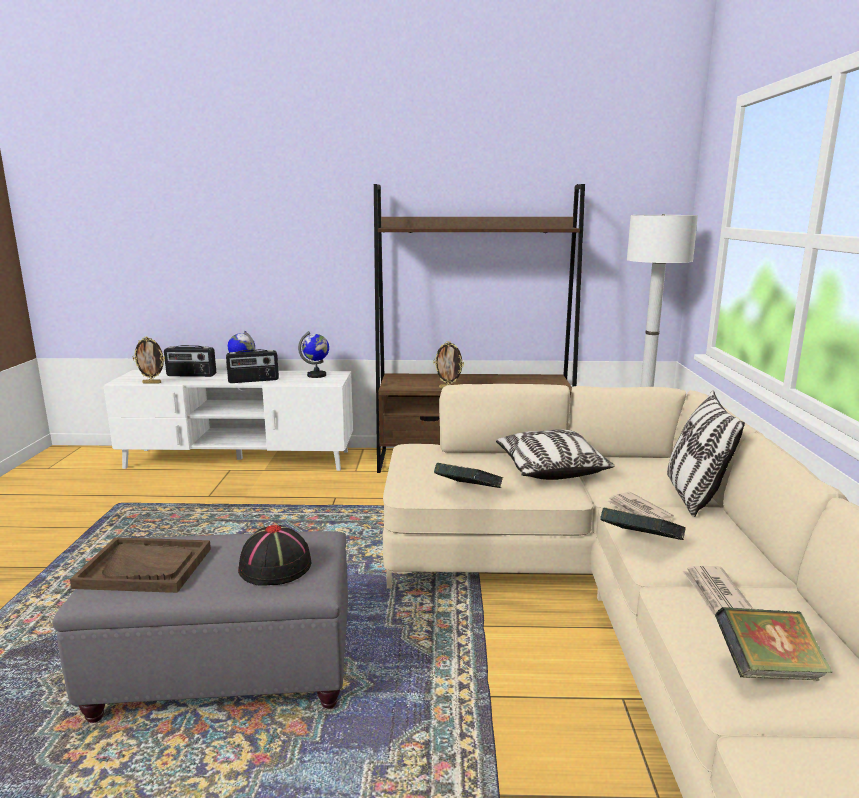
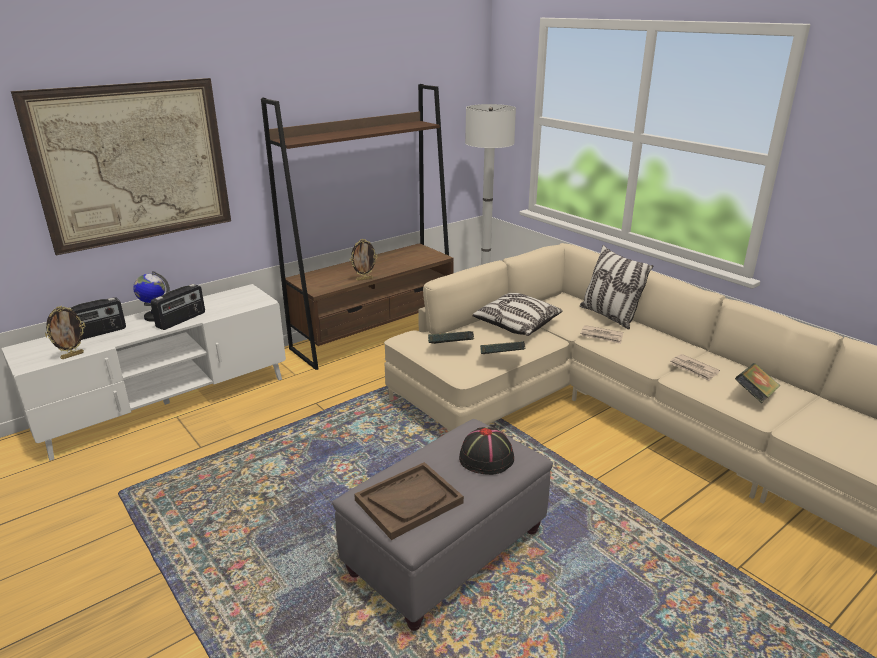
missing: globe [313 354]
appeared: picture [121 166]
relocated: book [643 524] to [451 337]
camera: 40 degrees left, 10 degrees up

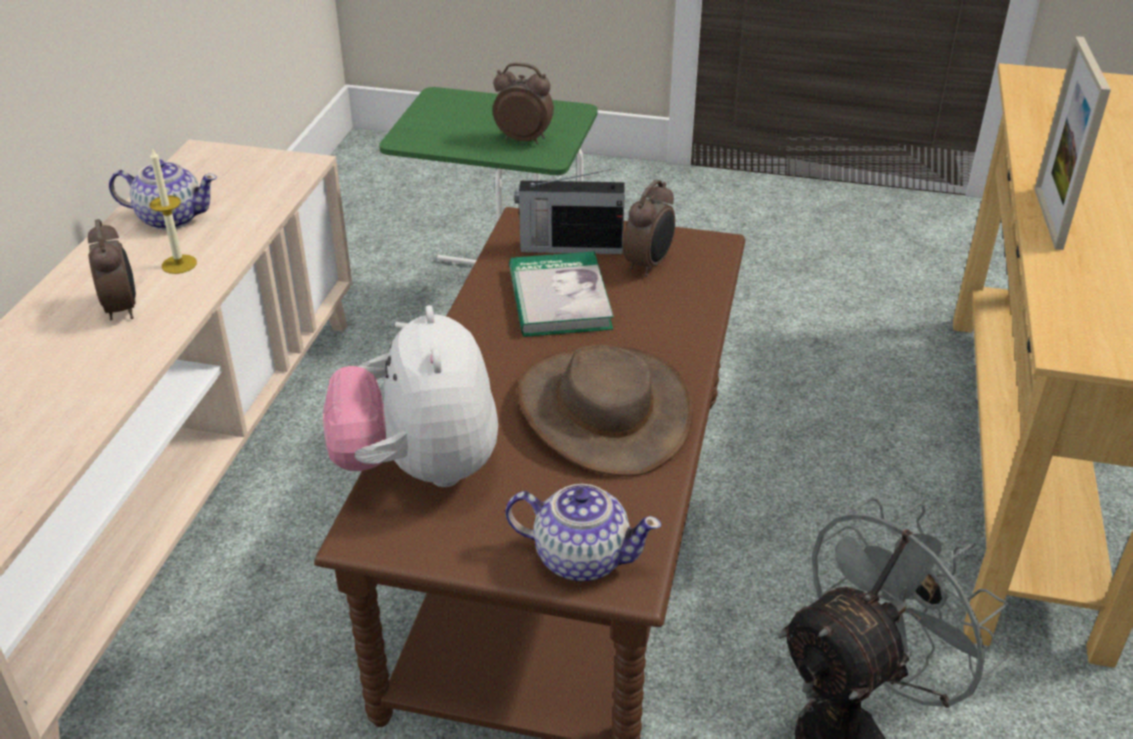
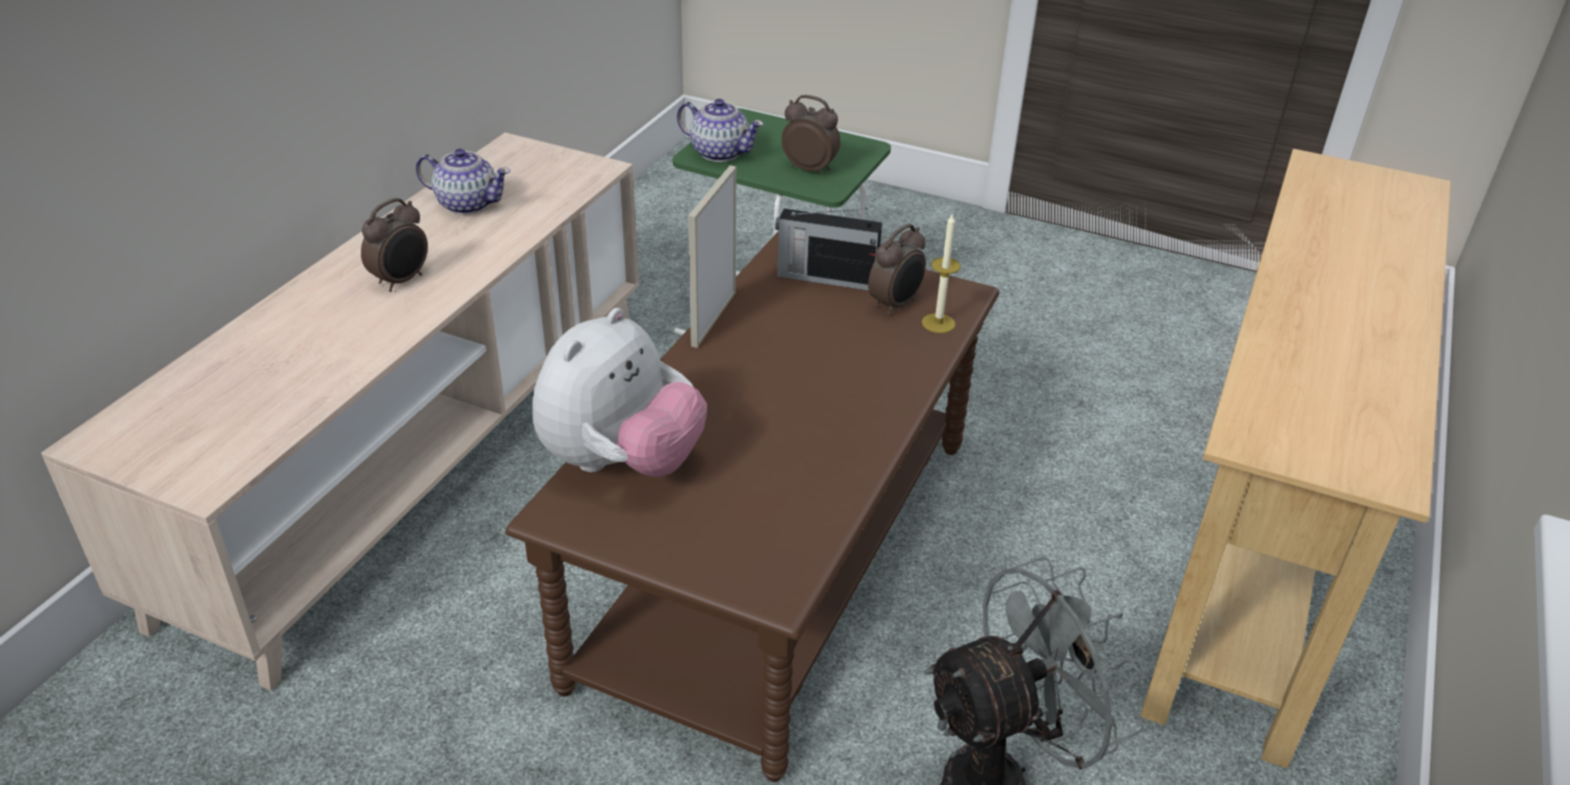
missing: book [561 294]; brown_hat [605 411]
relocated: candle [173 211] to [941 273]; teapot [583 532] to [720 130]; picture_frame [1073 143] to [712 256]
spun: alarm_clock [112 269] = [394 245] 45 degrees clockwise; plush_toy [410 396] = [619 392] 150 degrees counterclockwise
camera: 10 degrees right, 0 degrees up

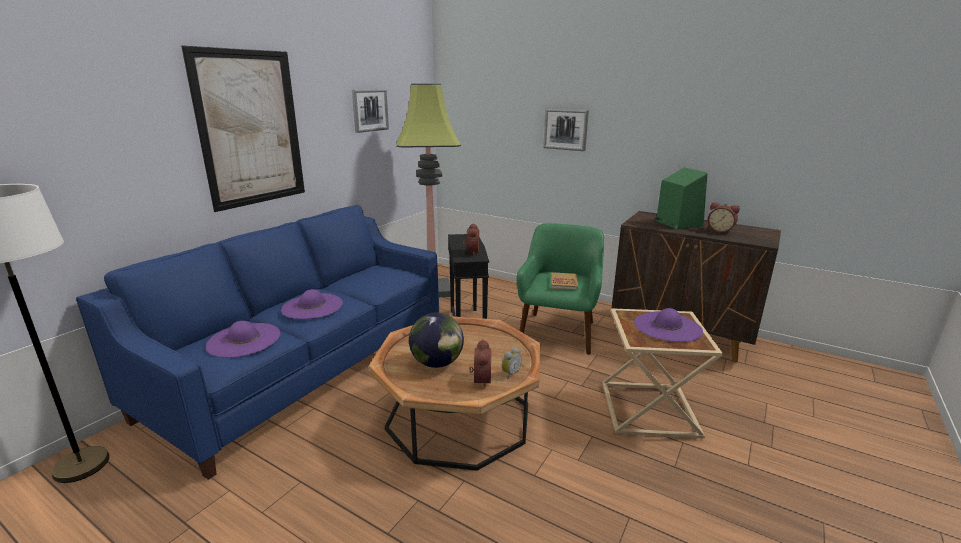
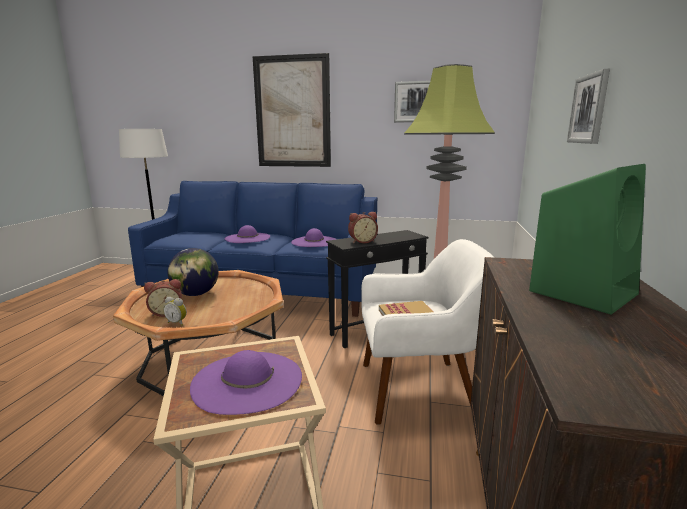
missing: alarm_clock [724 217]
relocated: purple_hat [243 339] to [313 237]
colour: green_armchair [560 289] to white_armchair [428 332]
camera: 70 degrees right, 5 degrees down

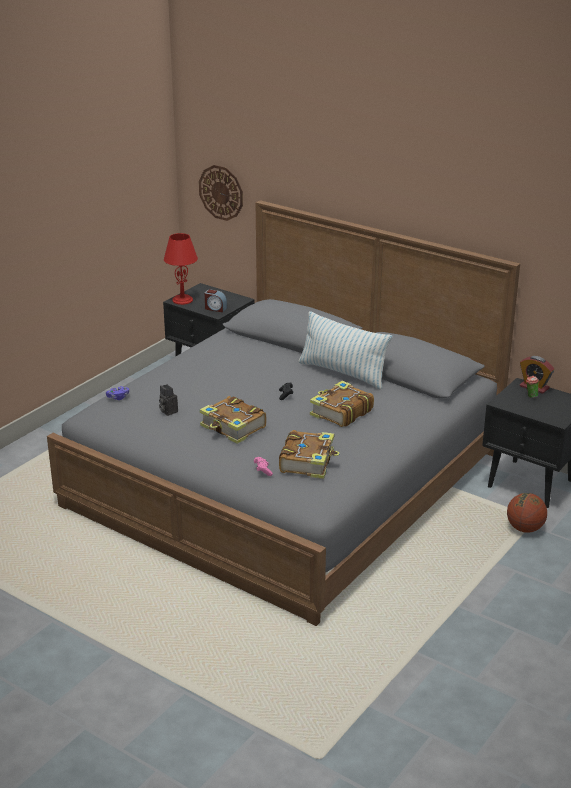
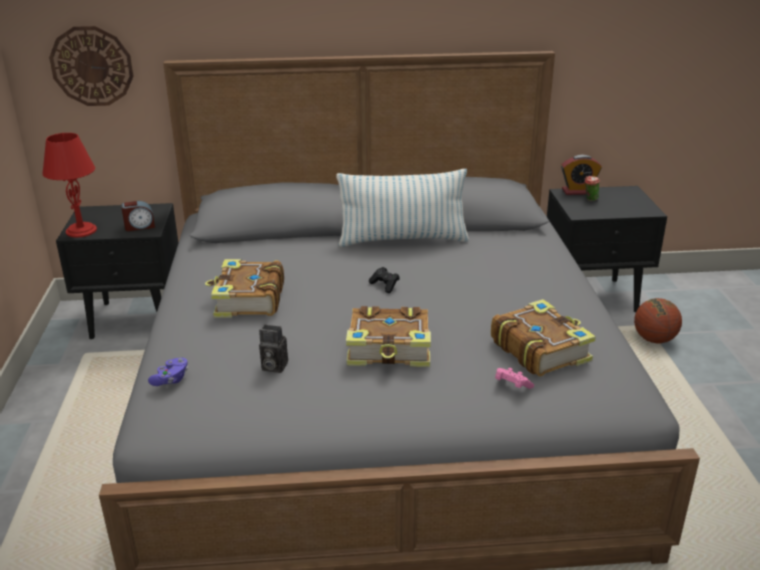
relocated: book [342 404] to [244 288]
camera: 40 degrees left, 0 degrees up

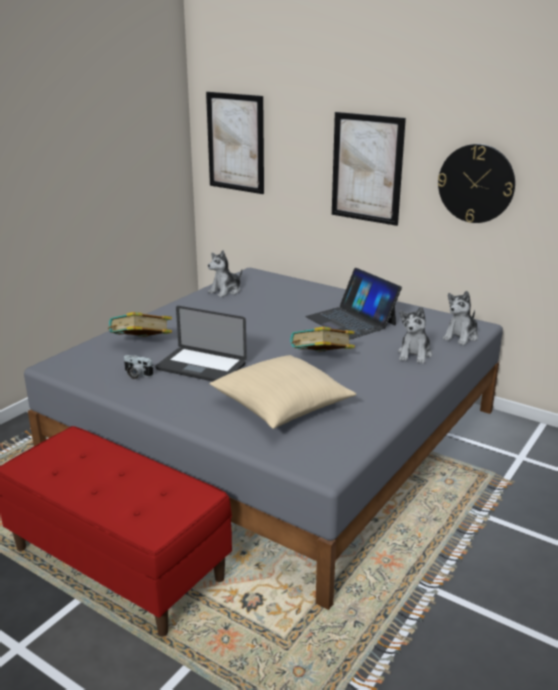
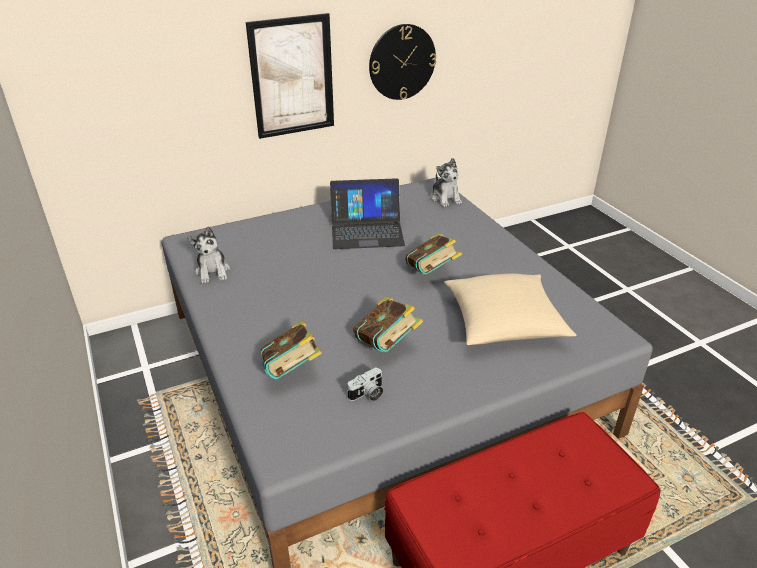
missing: picture [235 143]; plush_toy [415 335]
exchanged: laptop [201 343] to book [388 324]
camera: 60 degrees left, 10 degrees up

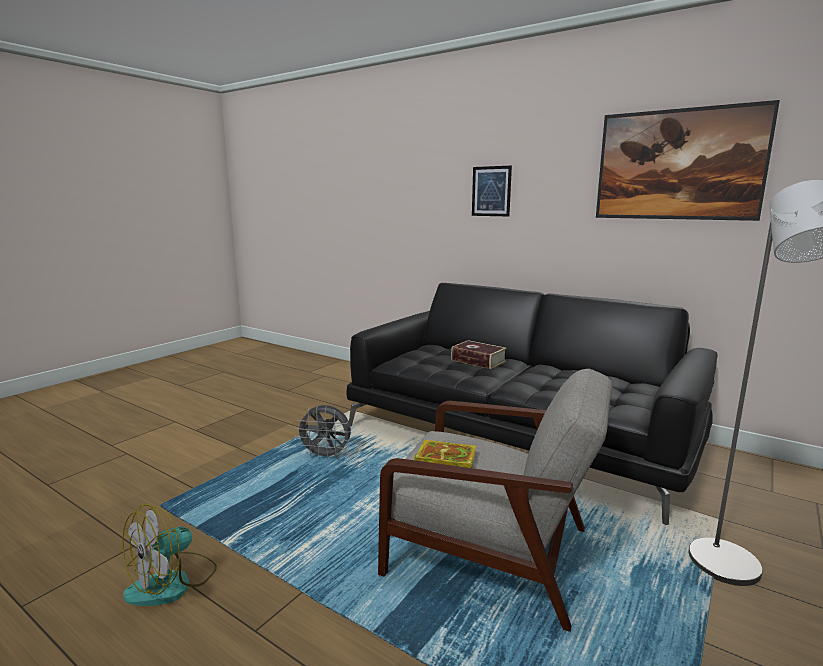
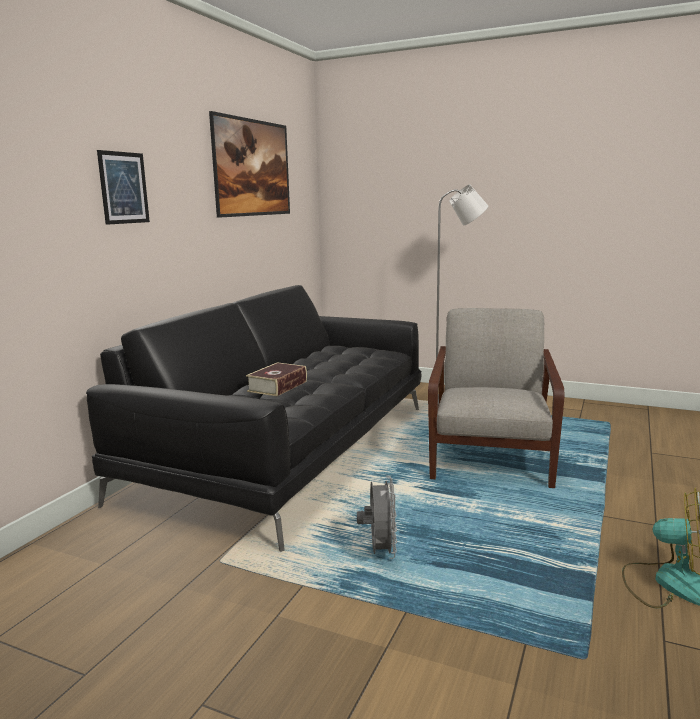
missing: book [445 454]
camera: 100 degrees left, 0 degrees up

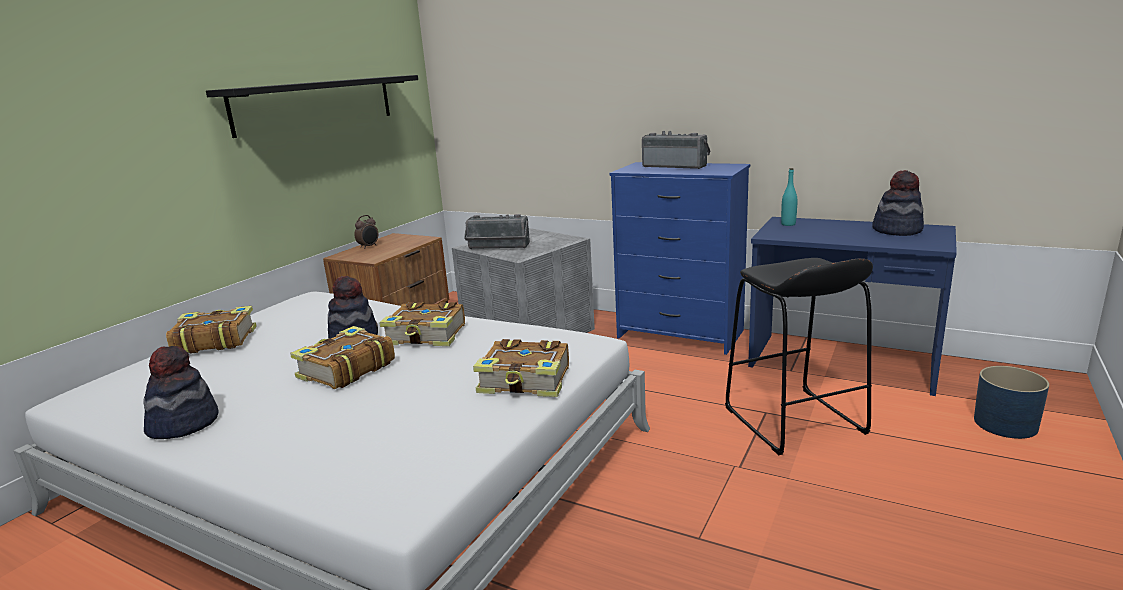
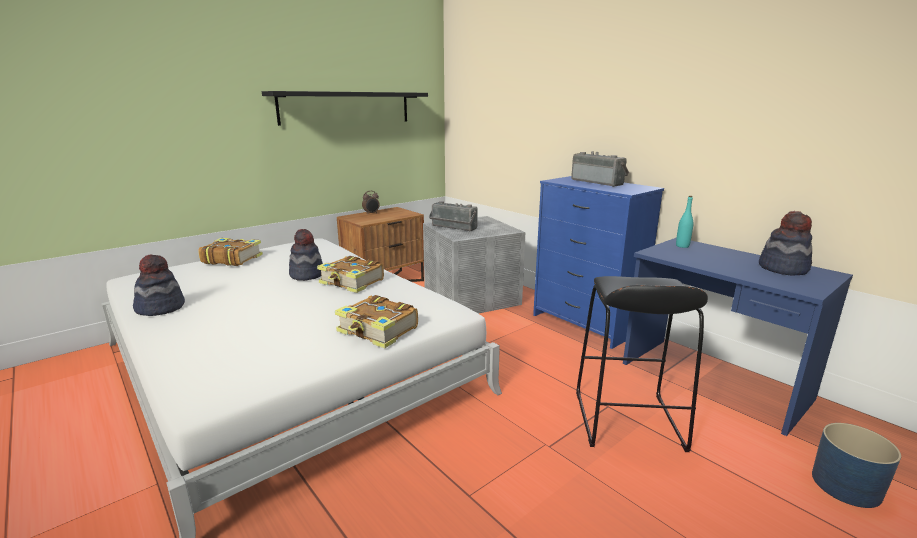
missing: book [342 357]
camera: 20 degrees right, 0 degrees up

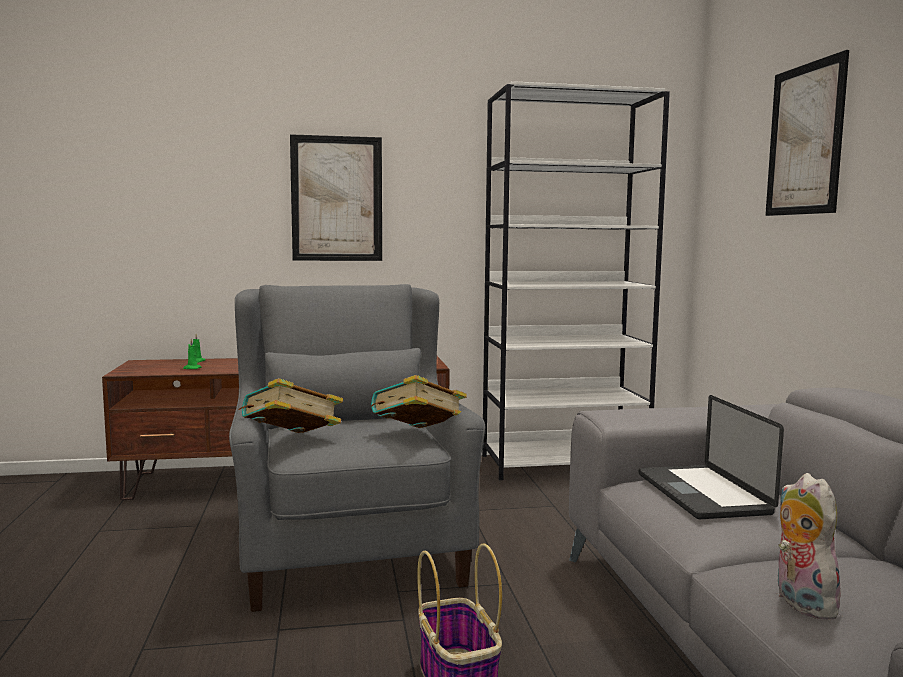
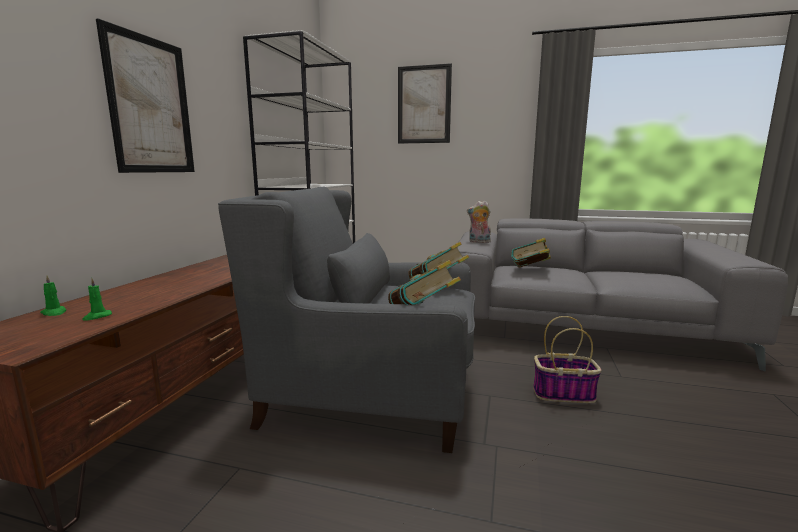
relocated: plush_toy [811 546] to [479 222]
exchanged: laptop [711 457] to book [531 252]
camera: 65 degrees left, 5 degrees up

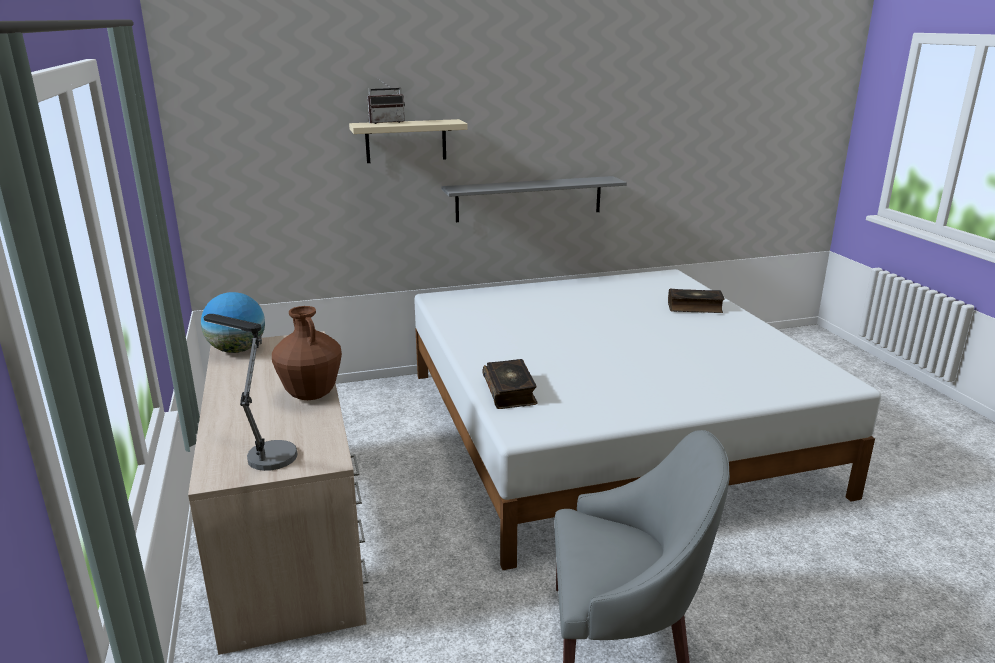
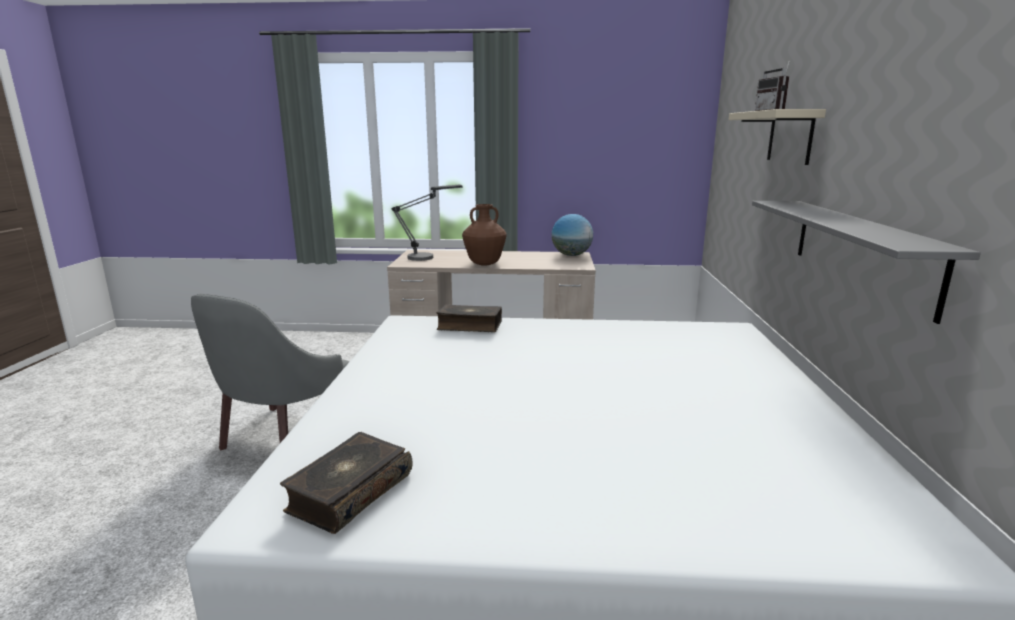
relocated: book [696 301] to [346 483]
camera: 110 degrees right, 5 degrees down

